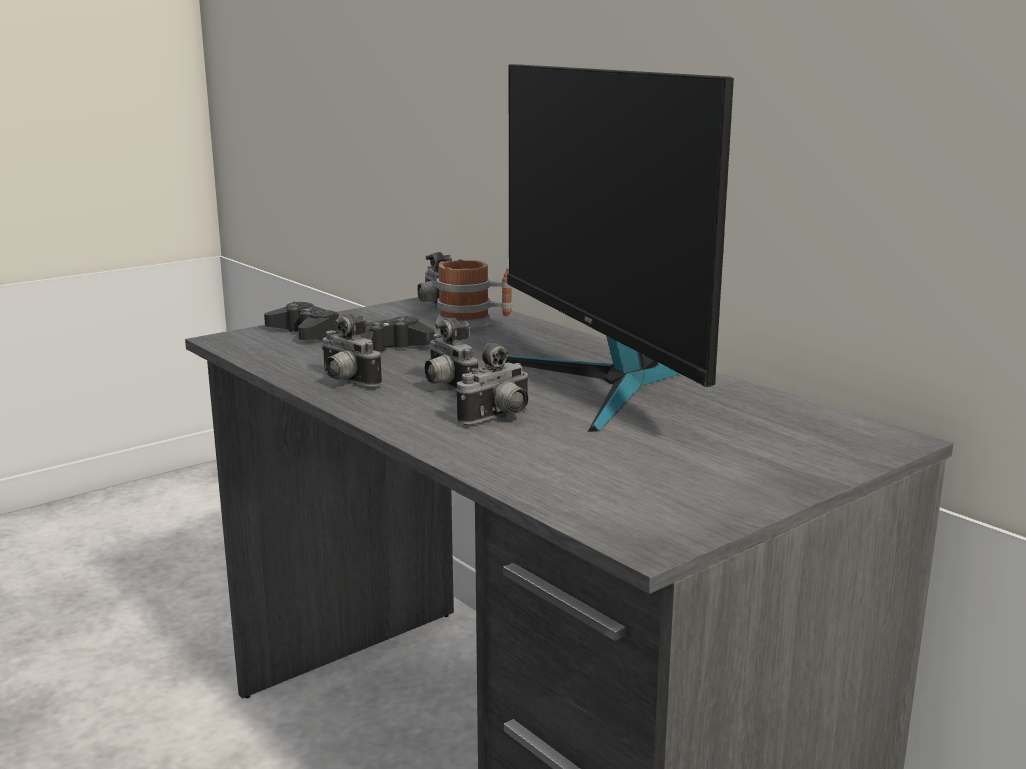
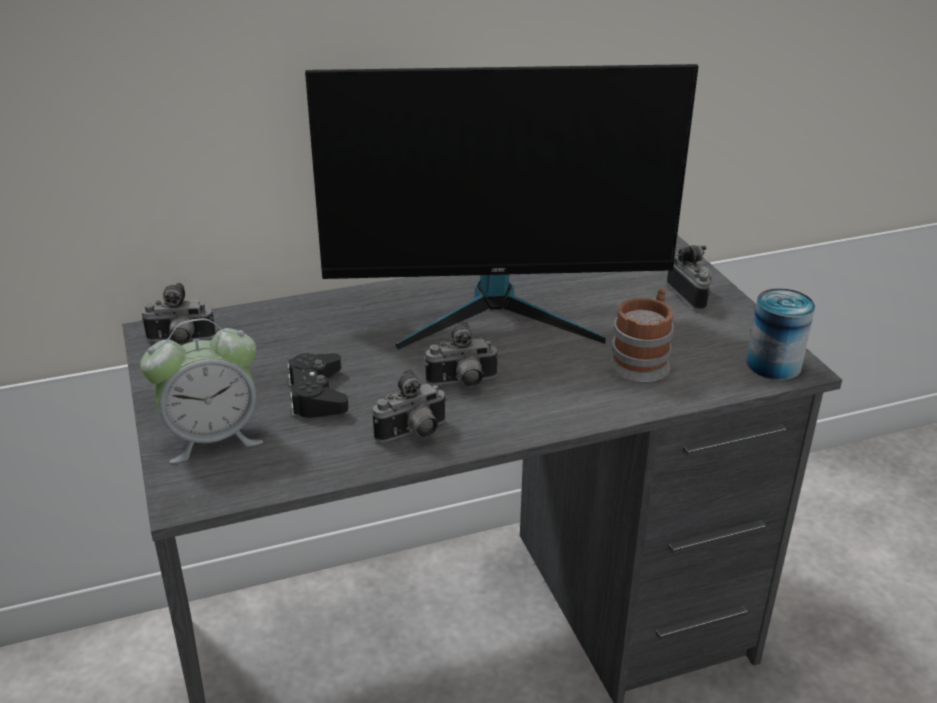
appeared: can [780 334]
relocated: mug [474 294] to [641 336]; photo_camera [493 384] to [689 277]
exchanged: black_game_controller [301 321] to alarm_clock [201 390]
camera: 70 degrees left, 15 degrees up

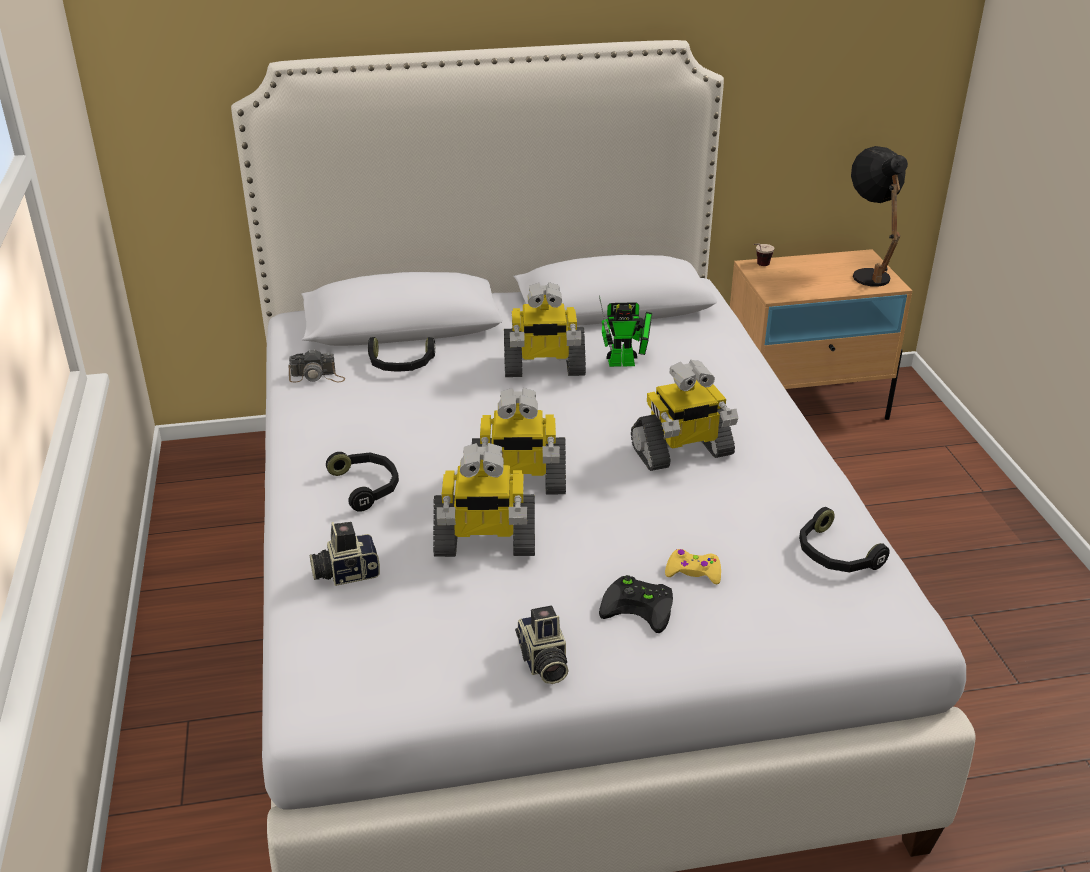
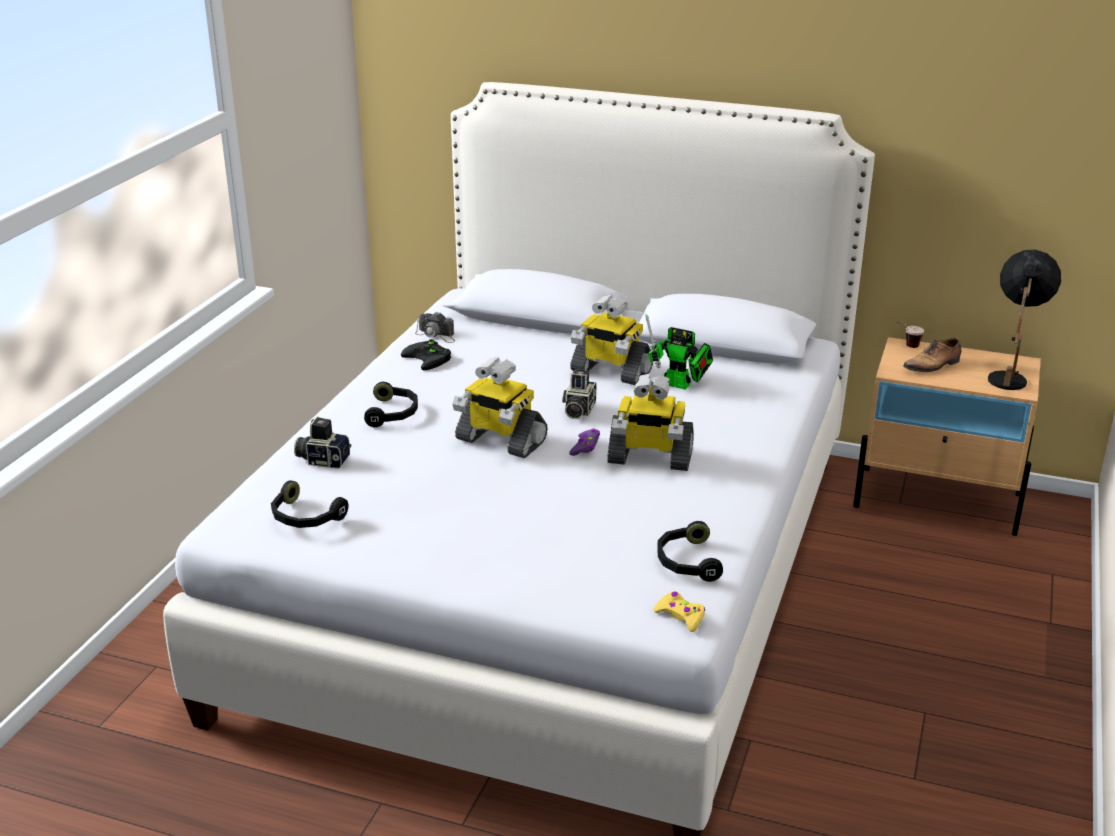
missing: toy_robot [484 500]
appeared: purple_game_controller [584 442]; shoe [932 355]
relocated: black_headphones [401 354] to [309 504]; photo_camera [542 644] to [579 394]; black_game_controller [636 604] to [426 354]; yellow_game_controller [693 566] to [679 611]
camera: 30 degrees right, 5 degrees down

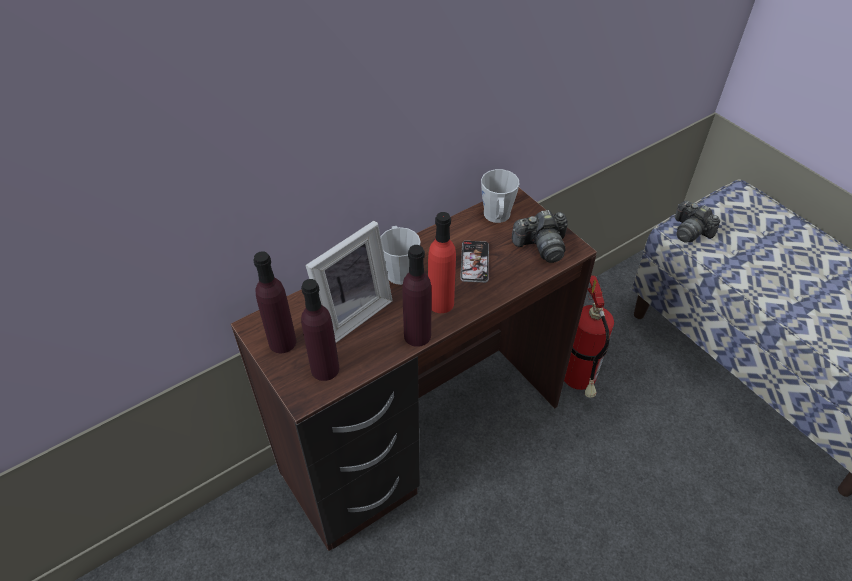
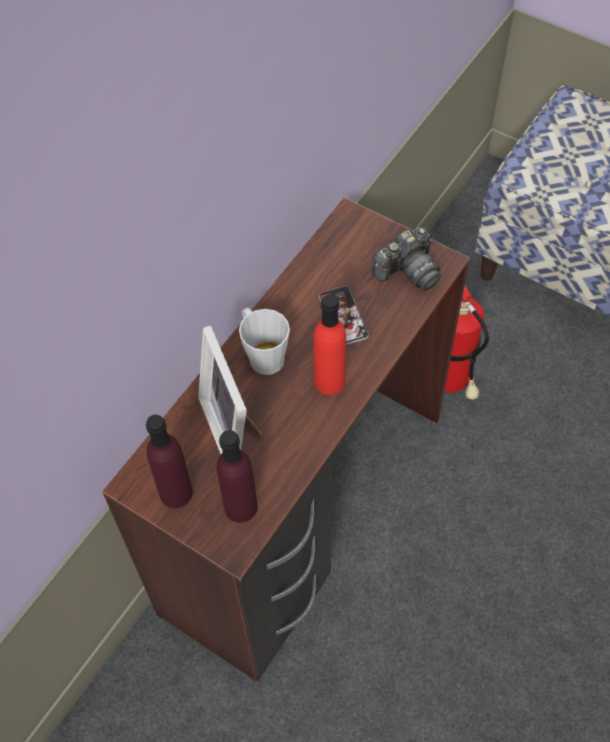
missing: purple_bottle [417 296]; grey_mug [500 196]; photo_camera [697 221]
spun: picture_frame [349 282] = [230 390] 135 degrees clockwise
camera: 20 degrees left, 10 degrees up

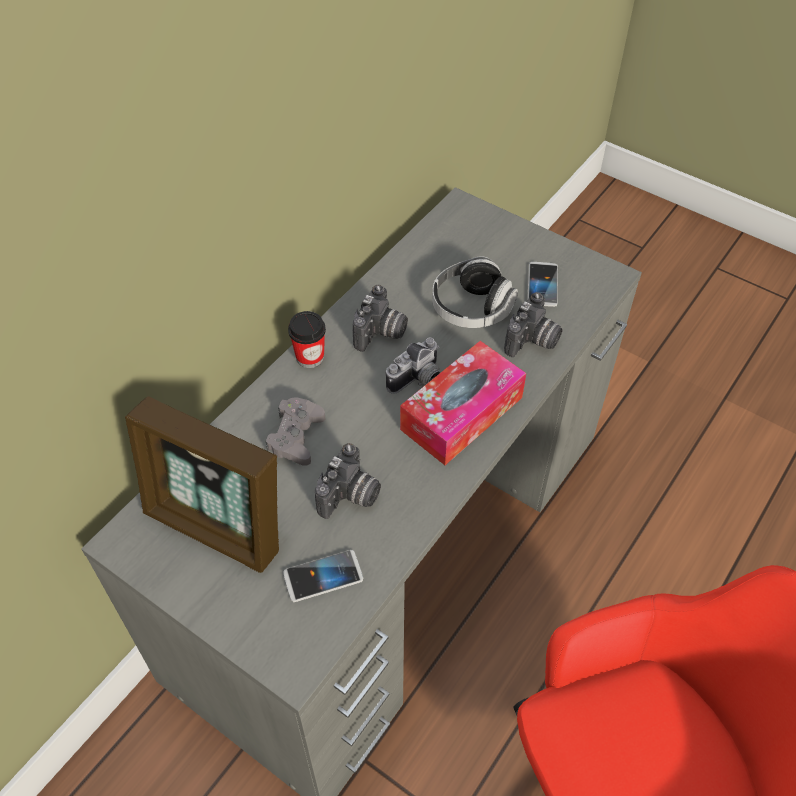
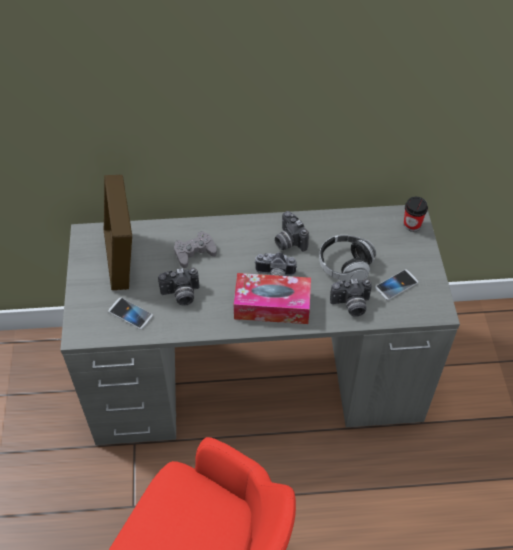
relocated: cup [307 339] to [416 214]
spun: photo_camera [380 318] = [292 231] 75 degrees clockwise
camera: 50 degrees right, 0 degrees up

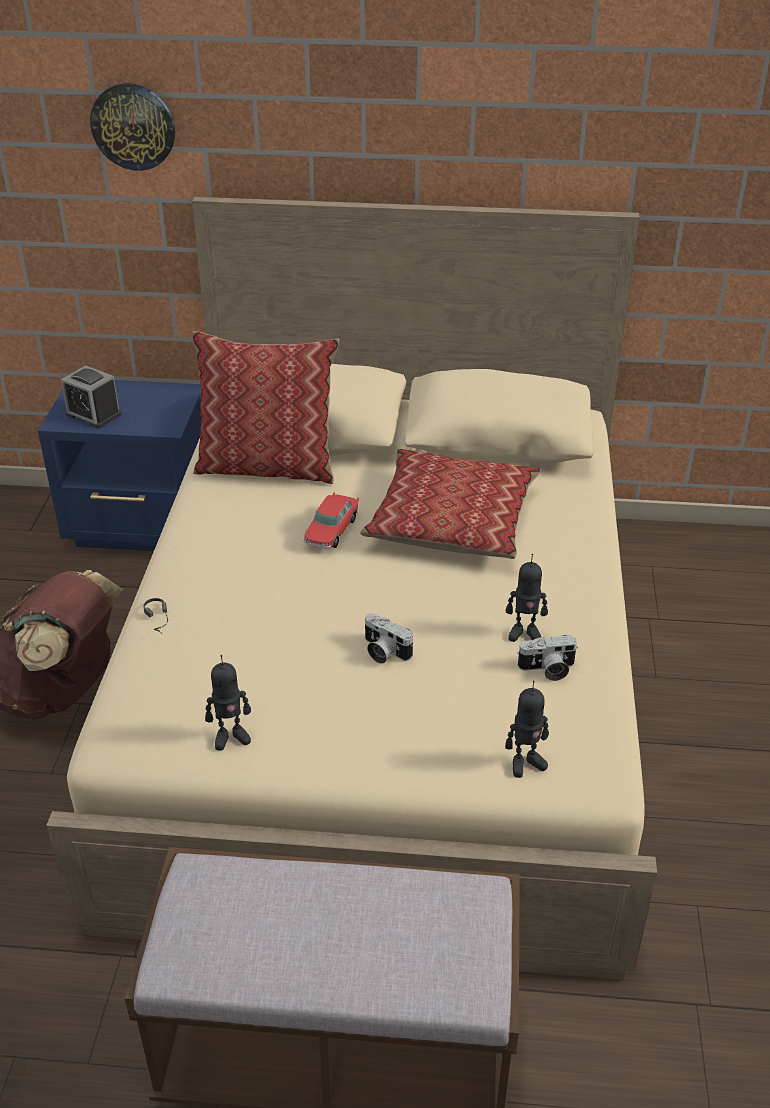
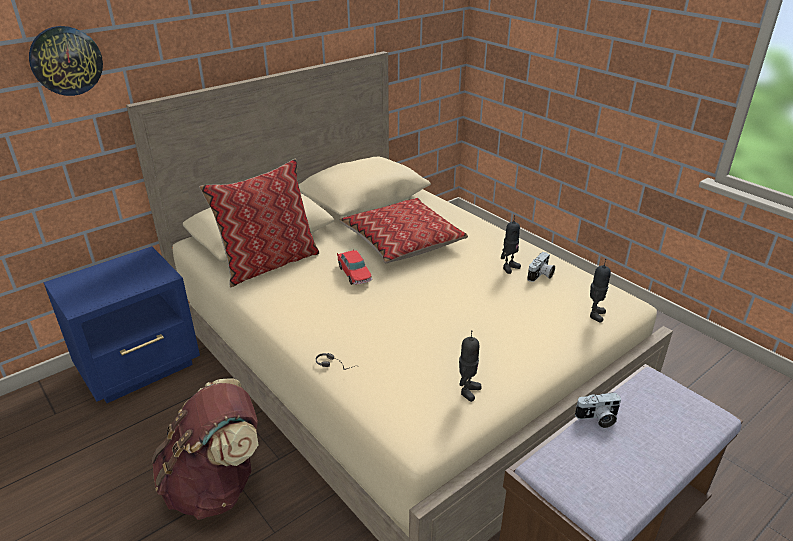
missing: alarm_clock [91 396]
relocated: photo_camera [389 638] to [598 410]
camera: 45 degrees left, 5 degrees down

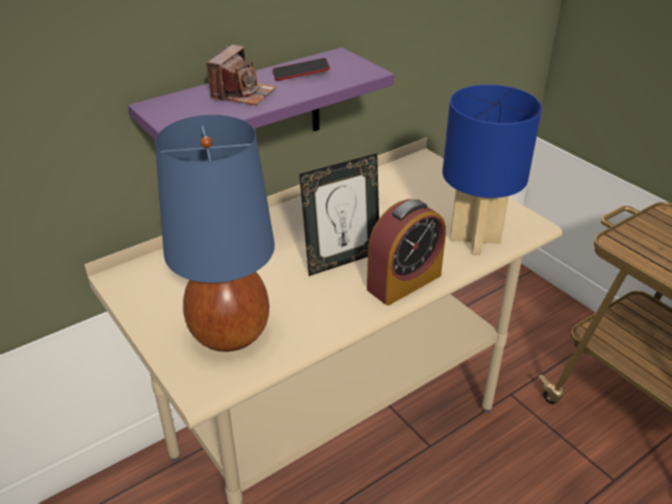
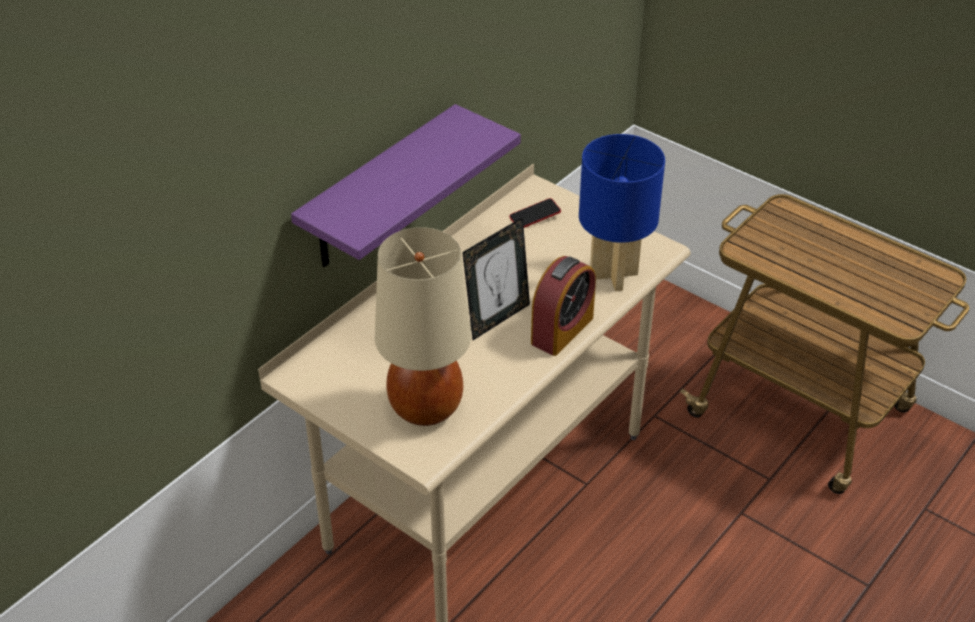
missing: photo_camera [241 75]
relocated: phone [301 69] to [535 213]
colour: blue_table_lamp [215 233] to beige_table_lamp [423 326]
camera: 15 degrees left, 5 degrees up

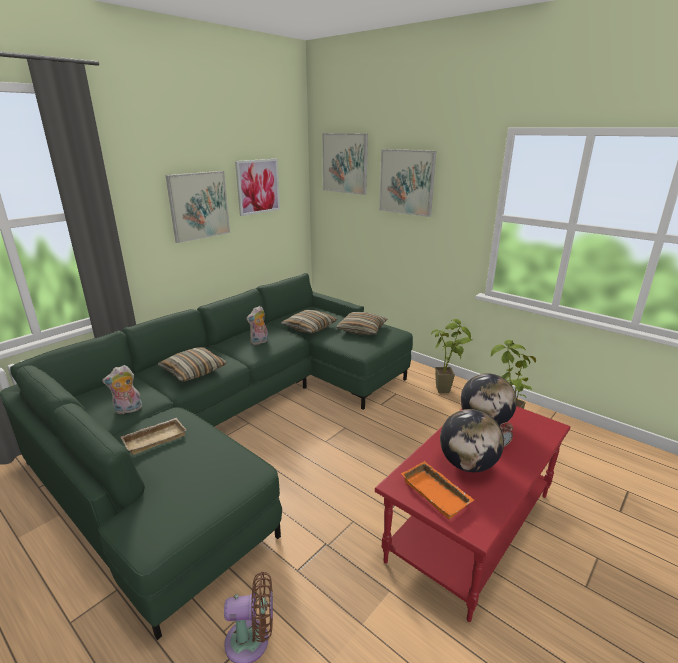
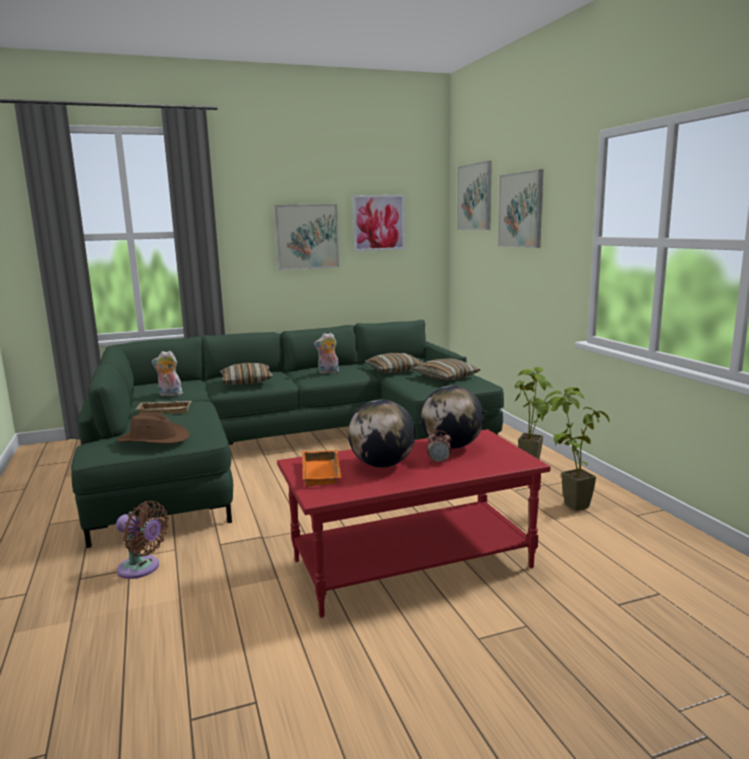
appeared: brown_hat [153 428]
camera: 30 degrees right, 10 degrees down

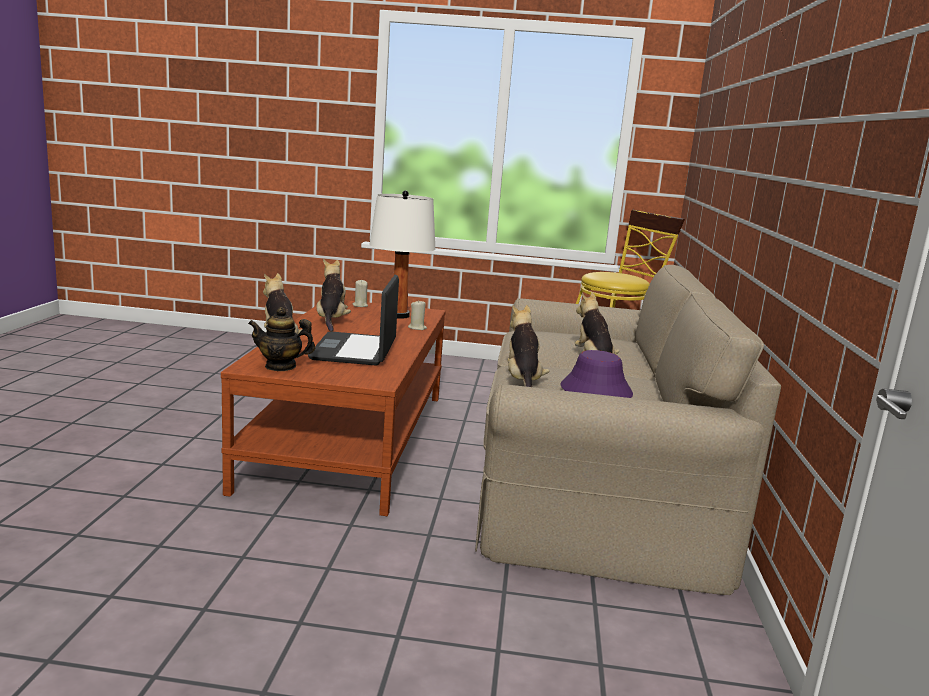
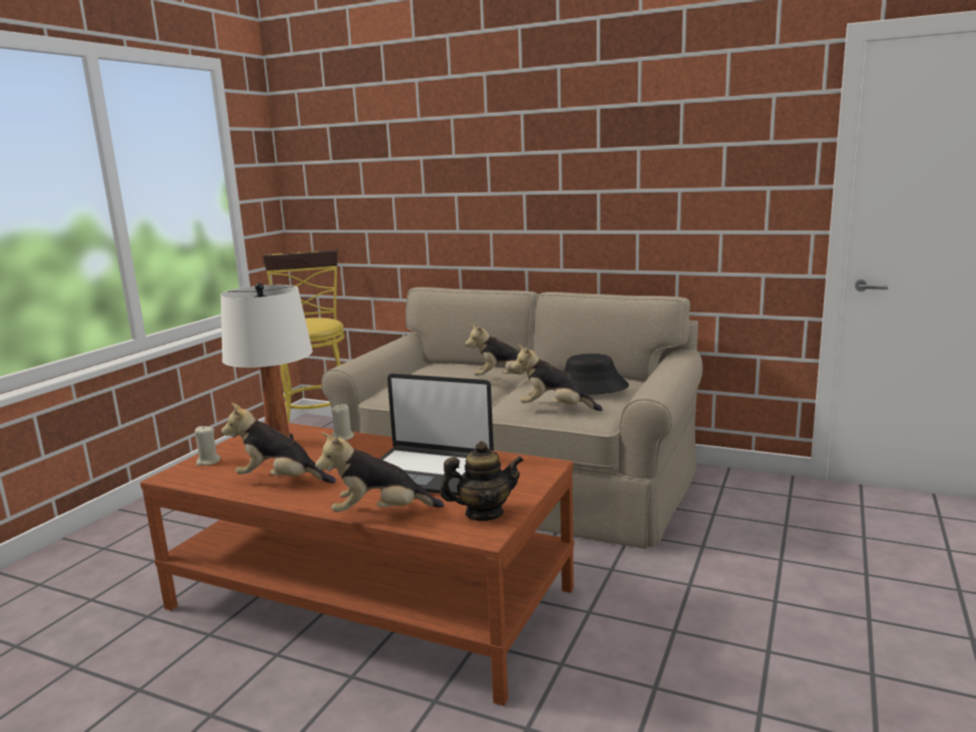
colour: purple_hat [597 374] to black_hat [596 374]
spun: teapot [281 339] = [482 481] 120 degrees counterclockwise
camera: 70 degrees left, 0 degrees up

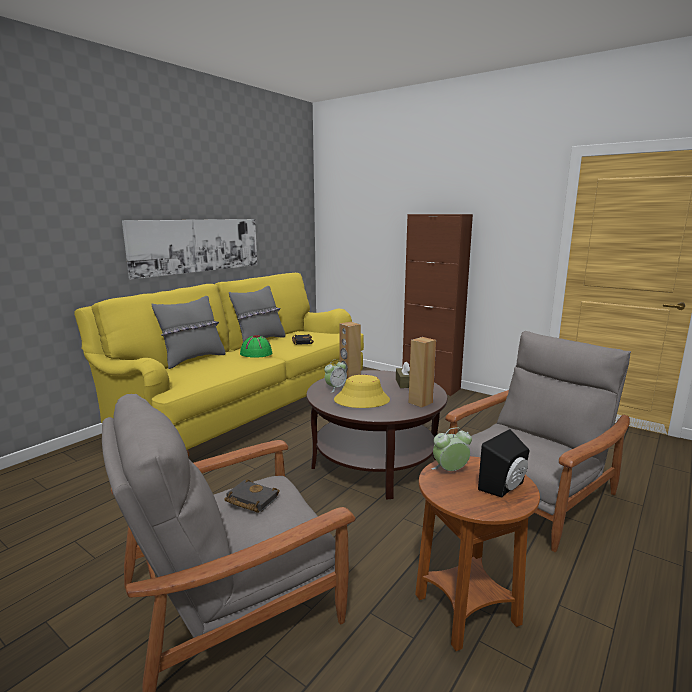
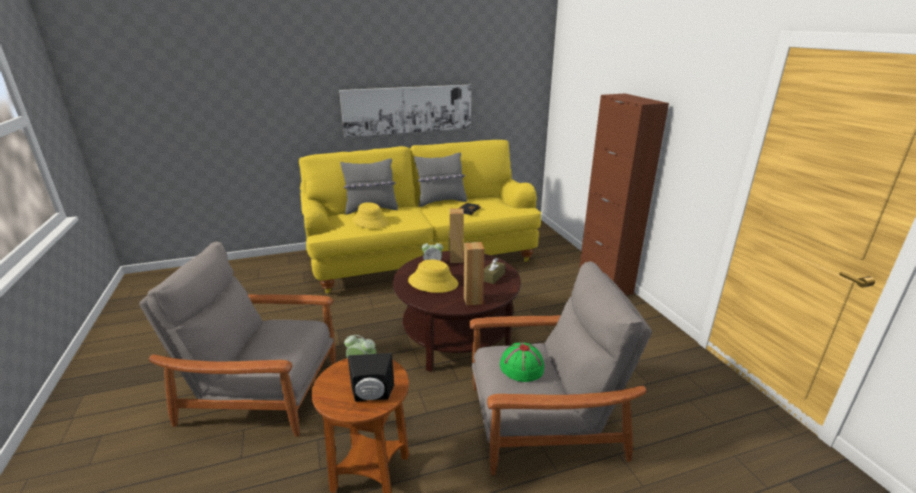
missing: black_book [252 496]
appeared: yellow_hat [370 215]
relocated: green_hat [256 346] to [522 362]
camera: 35 degrees right, 10 degrees up

